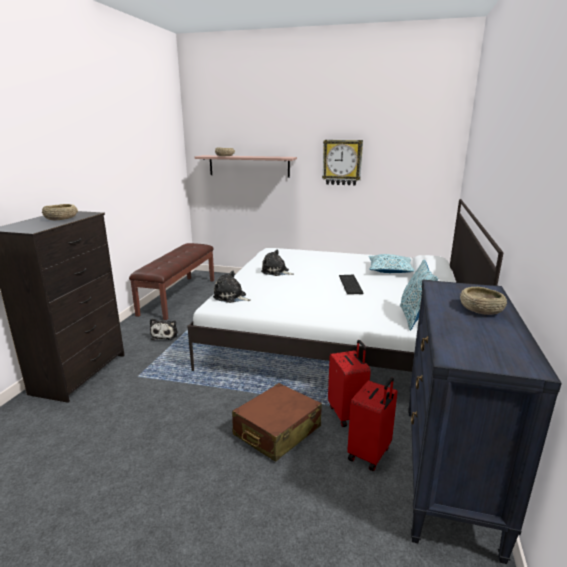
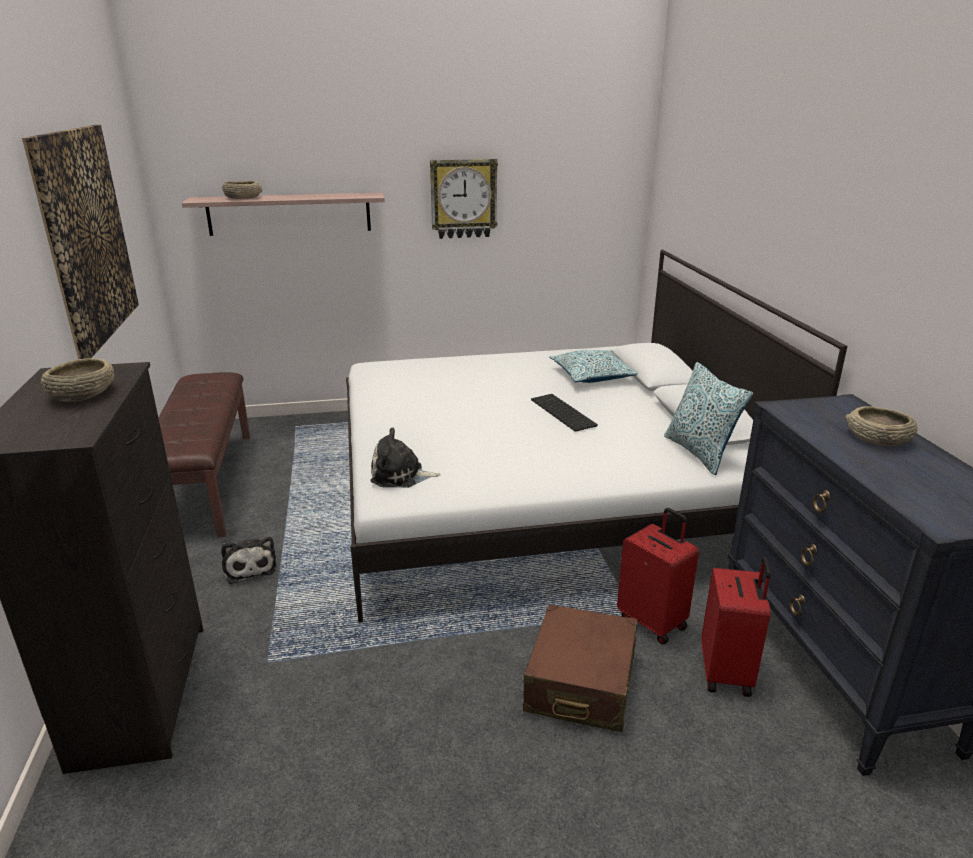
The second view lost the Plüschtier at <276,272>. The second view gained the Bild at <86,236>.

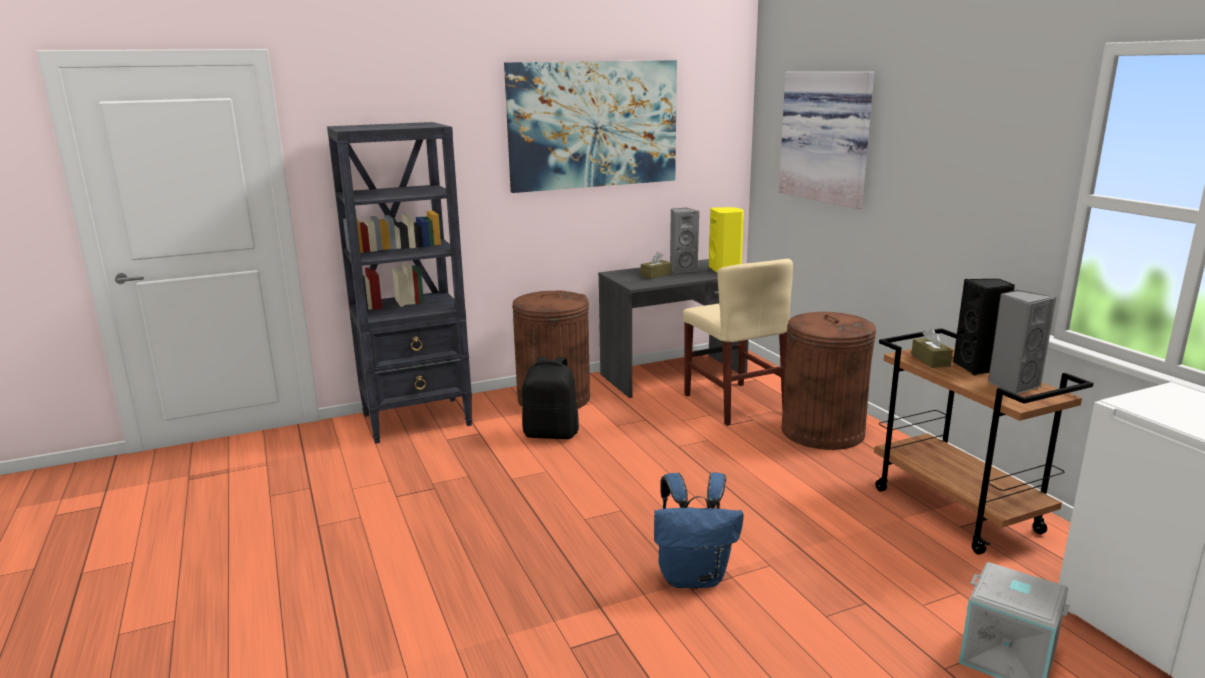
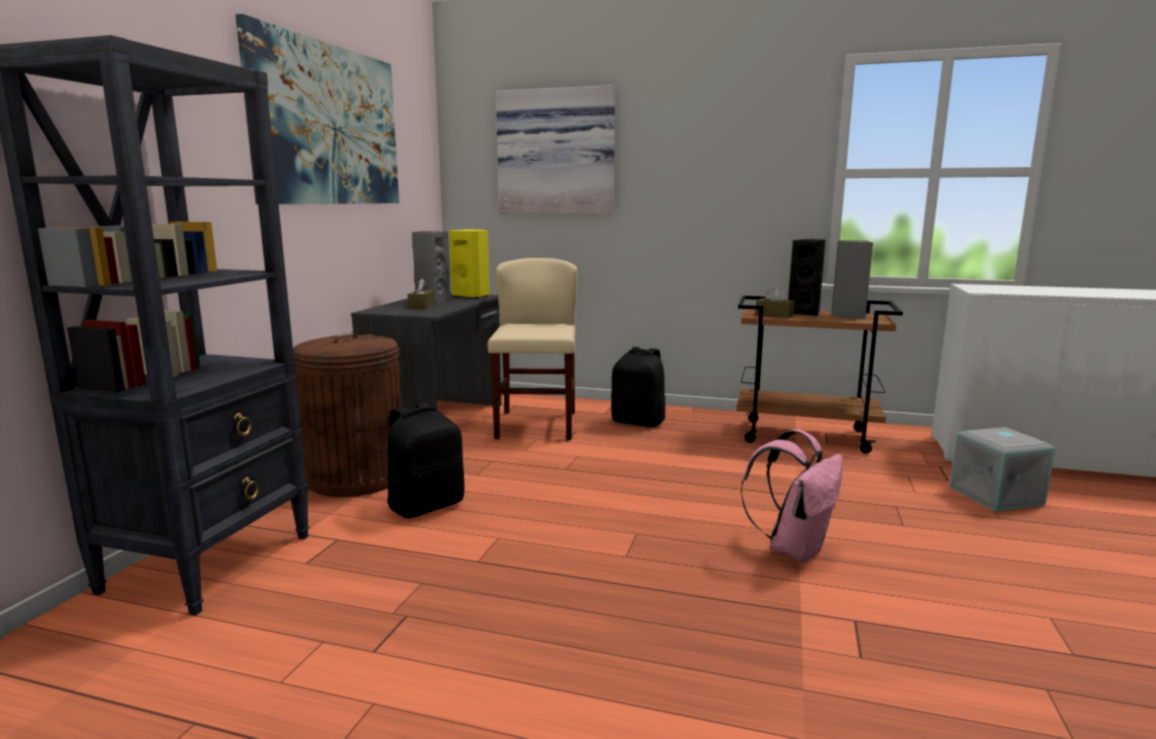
Where the Mülleimer (braun) stood at <823,432>, the Rucksack (schwarz) came to stand at <638,422>. What was the Rucksack (blau) at <694,577> turned into the Rucksack (rosa) at <794,548>. The Stuhl (beige) at <734,403> ended up facing another way, 105 degrees counterclockwise from before.

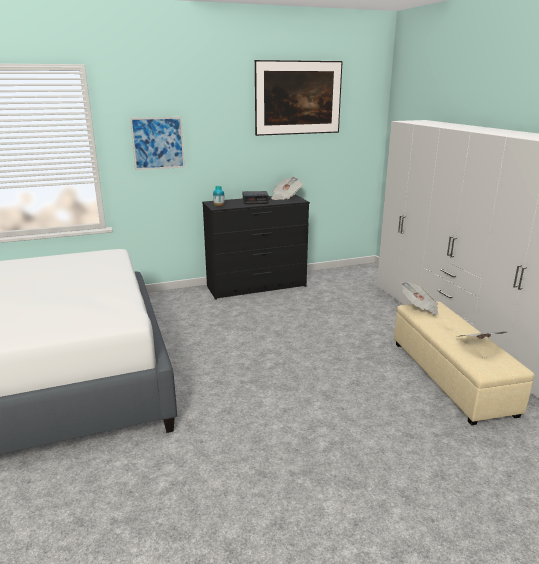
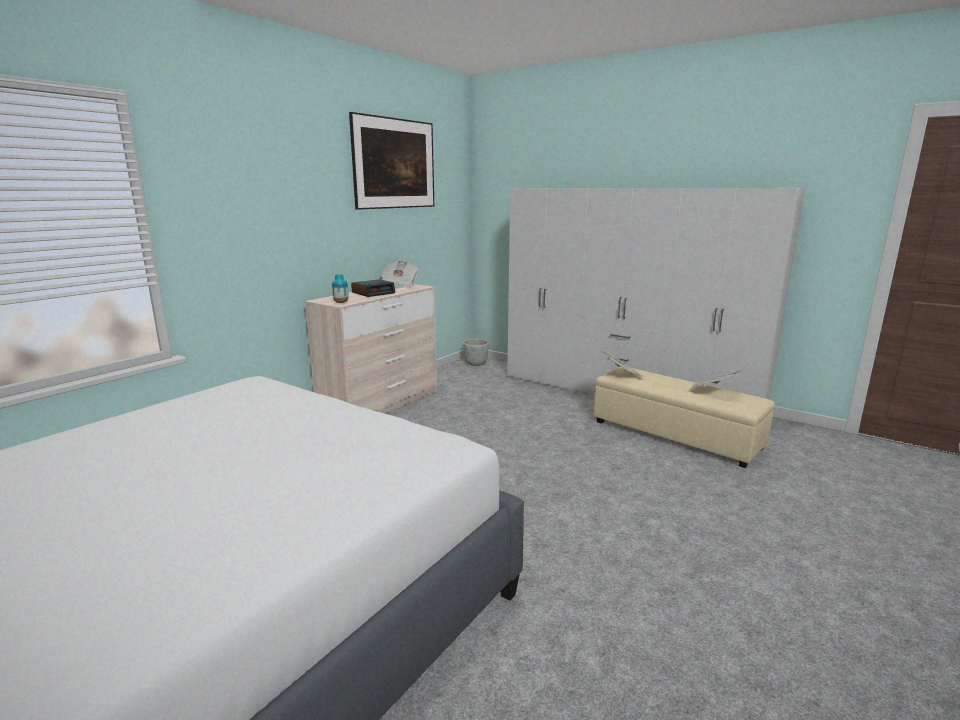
The second view lost the Bild at <158,143>. The second view gained the Pflanzkübel (grau) at <476,363>. What was the Kommode (schwarz) at <256,287> turned into the Kommode (beige) at <381,405>.

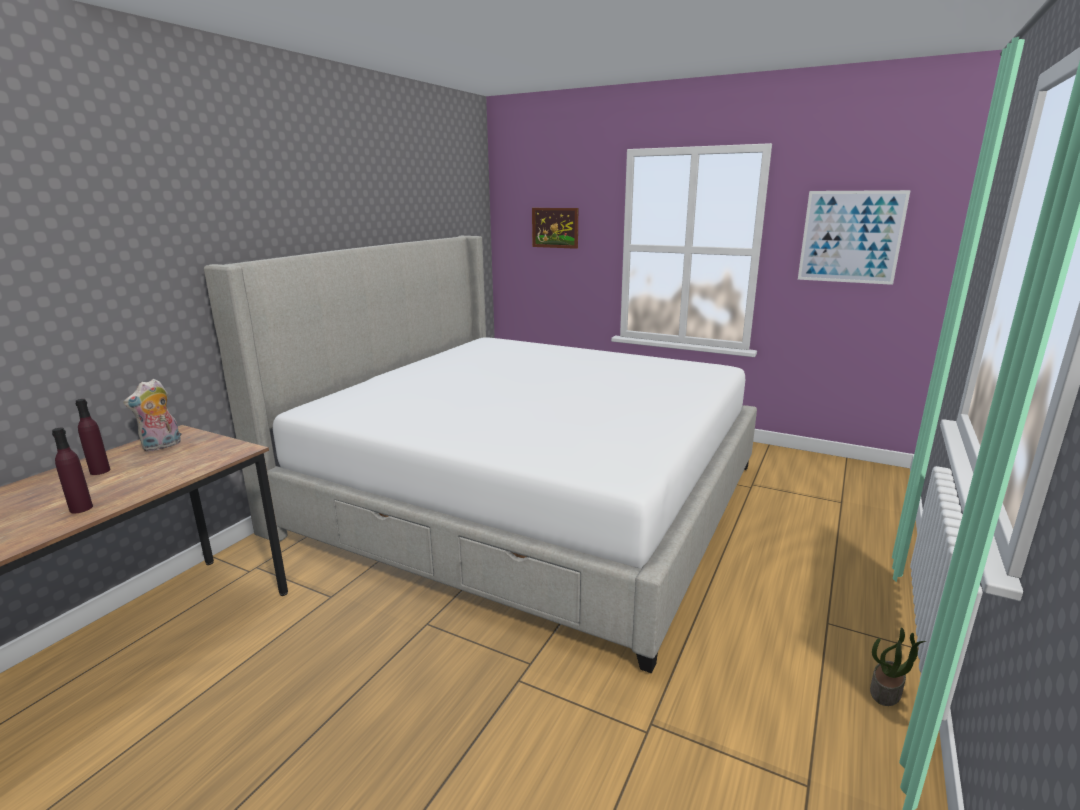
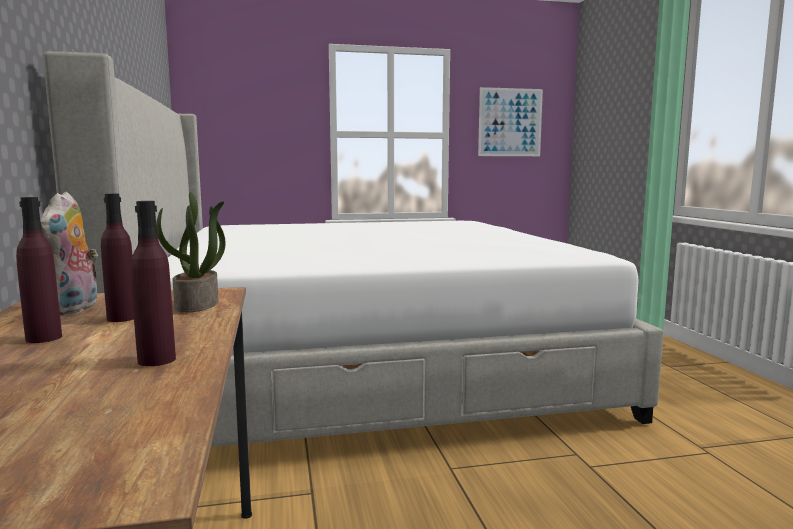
The second view lost the Bild at <555,227>. The second view gained the Flasche (lila) at <122,318>. The Topfpflanze ended up elsewhere, having gone from <886,692> to <197,305>.

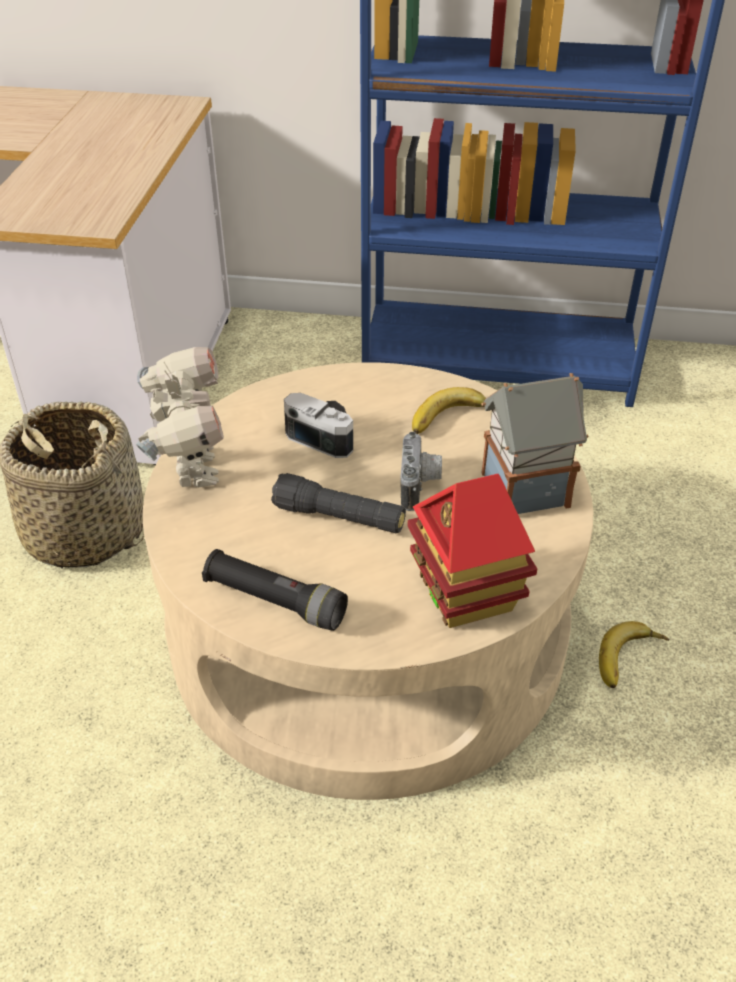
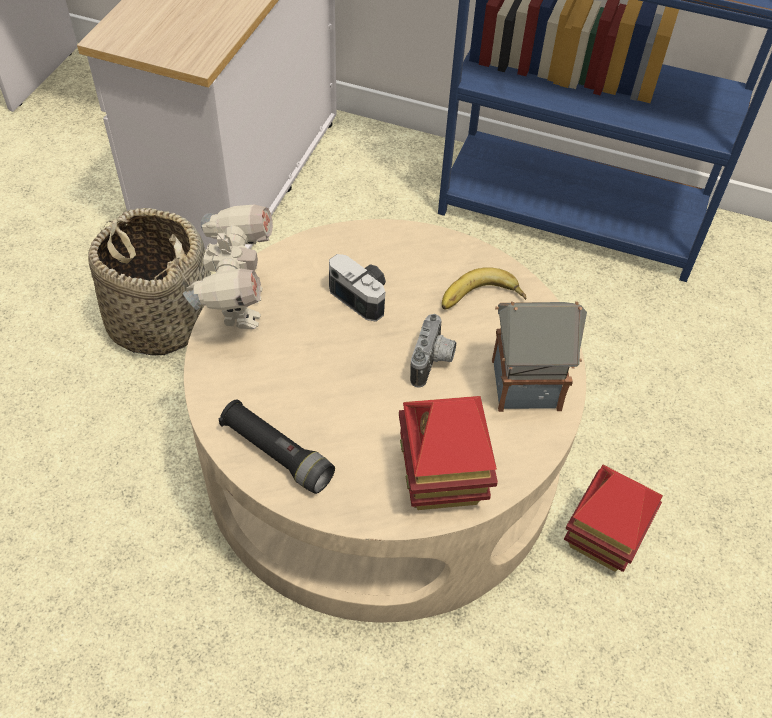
The second view lost the Taschenlampe (schwarz) at <339,517>. Where the Banane stood at <630,661>, the Spielzeughaus came to stand at <603,538>.

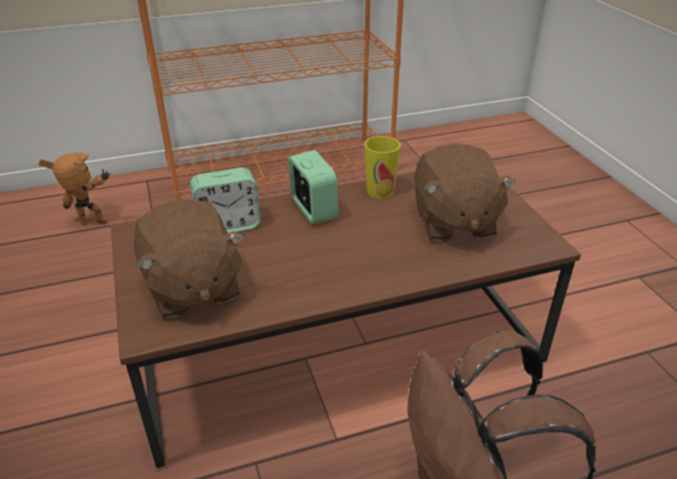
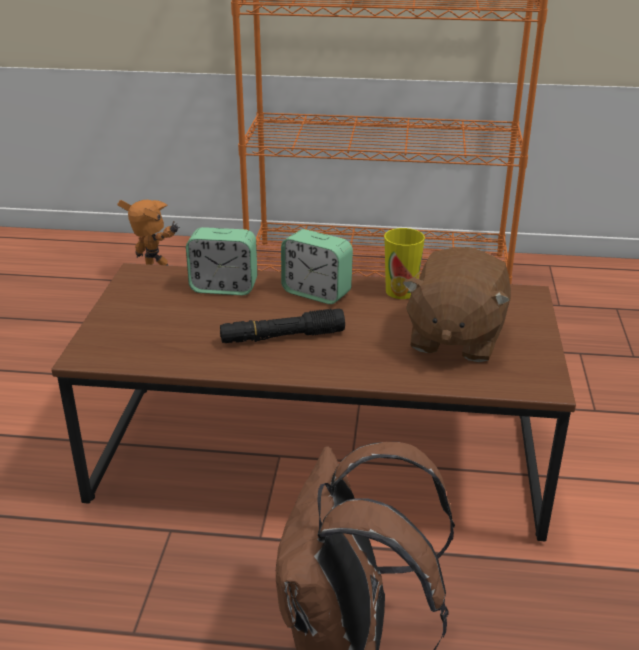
The second view lost the Plüschtier (braun) at <191,288>. The second view gained the Taschenlampe (schwarz) at <282,337>. The Wecker at <313,210> ended up facing another way, 120 degrees clockwise from before.

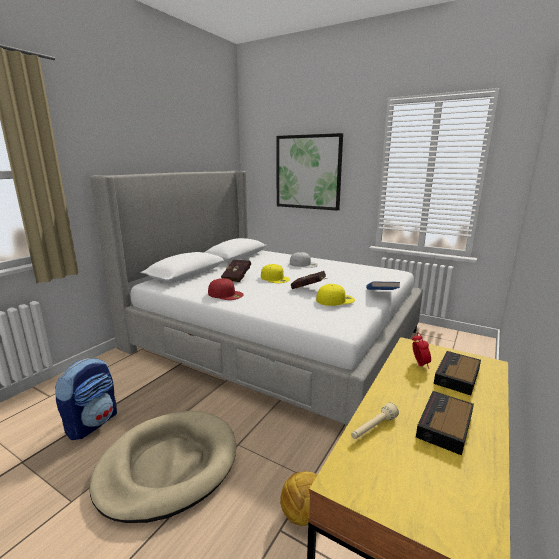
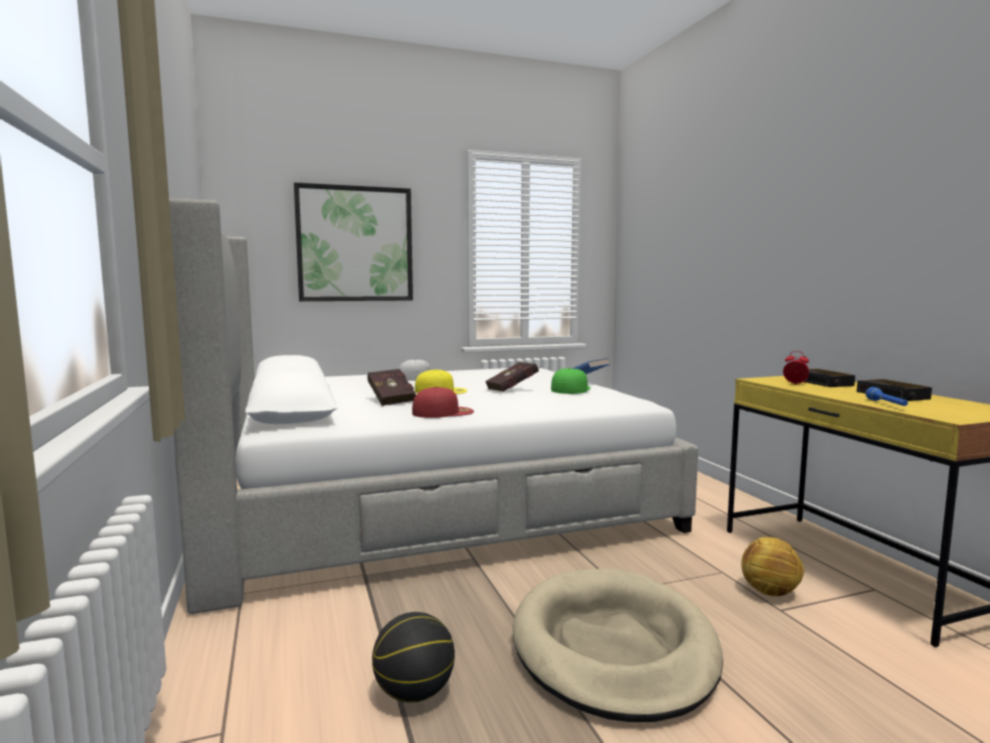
Where the Rucksack stood at <93,423>, the Basketball came to stand at <414,692>. What was the Kappe (gelb) at <335,299> turned into the Kappe (grün) at <570,389>. What was the Taschenlampe (beige) at <373,428> turned into the Taschenlampe (blau) at <887,404>.

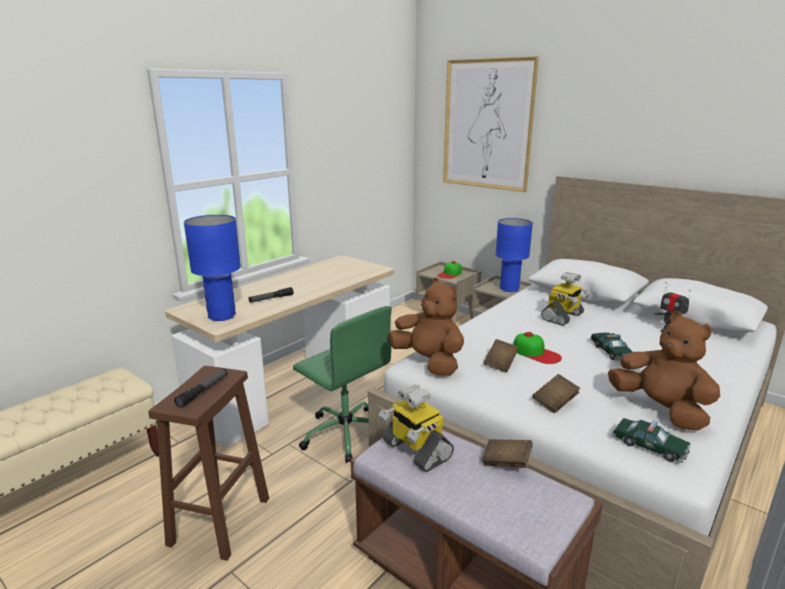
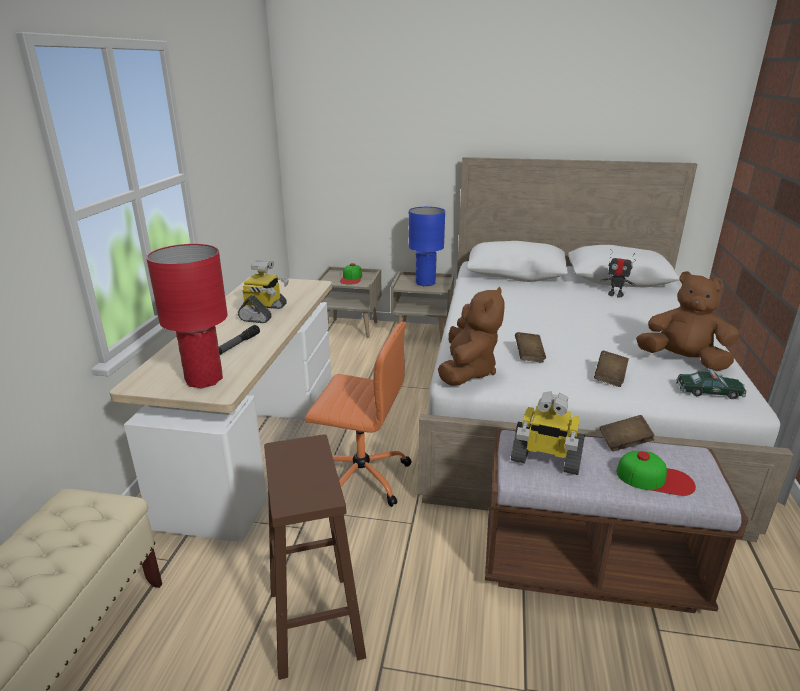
The second view lost the Taschenlampe at <203,391>. The second view lost the Bild at <487,125>. The second view lost the Spielzeugauto at <611,351>. The Kappe ended up elsewhere, having gone from <536,353> to <655,478>. The Spielzeugroboter ended up elsewhere, having gone from <563,317> to <264,313>. What was the Tischlampe (blau) at <222,316> turned into the Tischlampe (rot) at <204,379>. What was the Bürostuhl (grün) at <345,433> turned into the Bürostuhl (orange) at <360,477>. The Plüschtier (braun) at <428,362> ended up facing another way, 90 degrees clockwise from before.

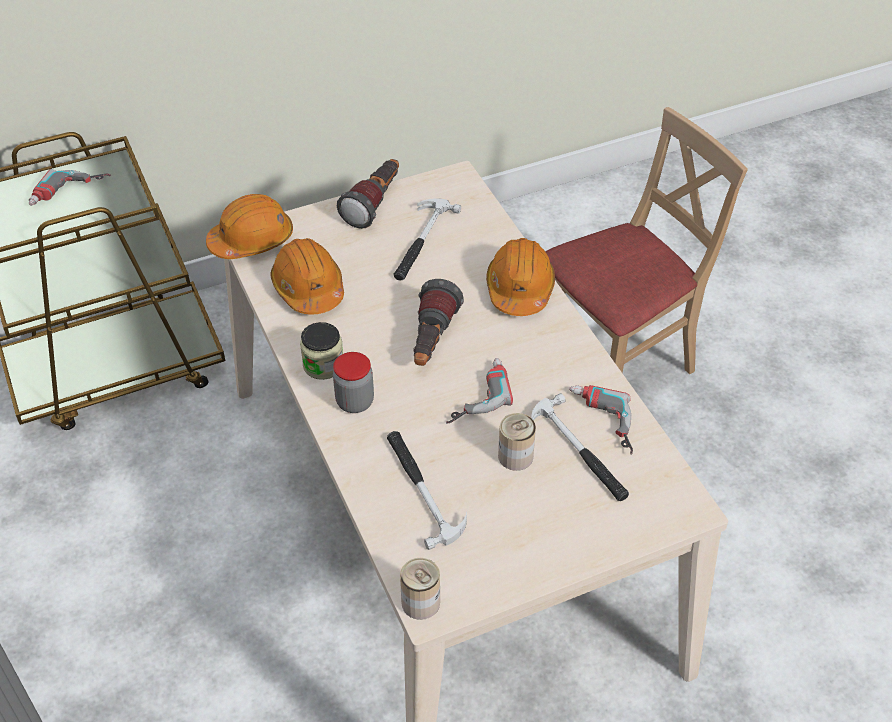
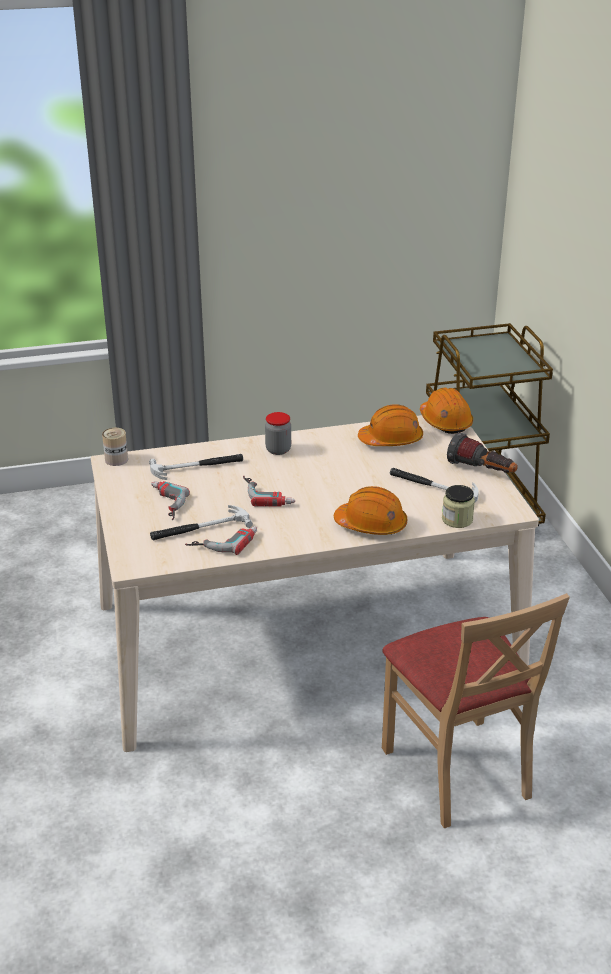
The second view lost the Taschenlampe at <431,342>. The second view lost the Dose at <515,456>. The Bohrmaschine ended up elsewhere, having gone from <70,194> to <163,504>. The Vorratsglas ended up elsewhere, having gone from <323,365> to <457,519>.

